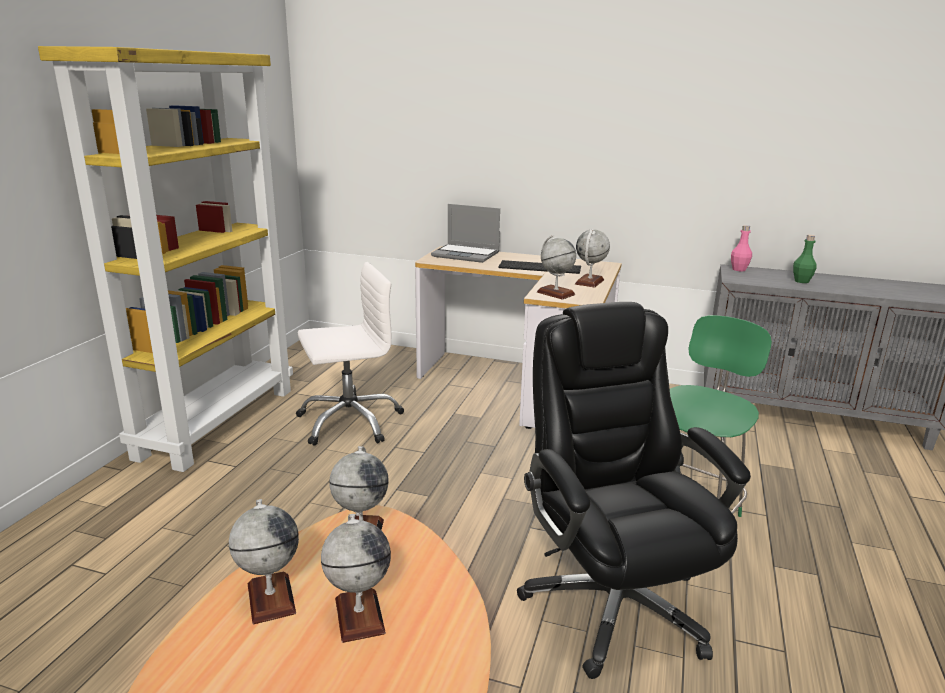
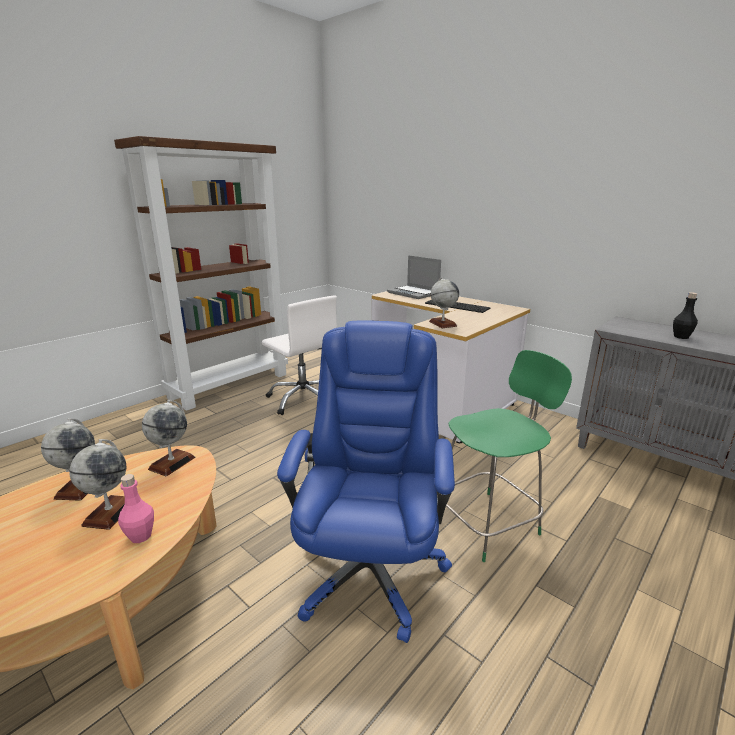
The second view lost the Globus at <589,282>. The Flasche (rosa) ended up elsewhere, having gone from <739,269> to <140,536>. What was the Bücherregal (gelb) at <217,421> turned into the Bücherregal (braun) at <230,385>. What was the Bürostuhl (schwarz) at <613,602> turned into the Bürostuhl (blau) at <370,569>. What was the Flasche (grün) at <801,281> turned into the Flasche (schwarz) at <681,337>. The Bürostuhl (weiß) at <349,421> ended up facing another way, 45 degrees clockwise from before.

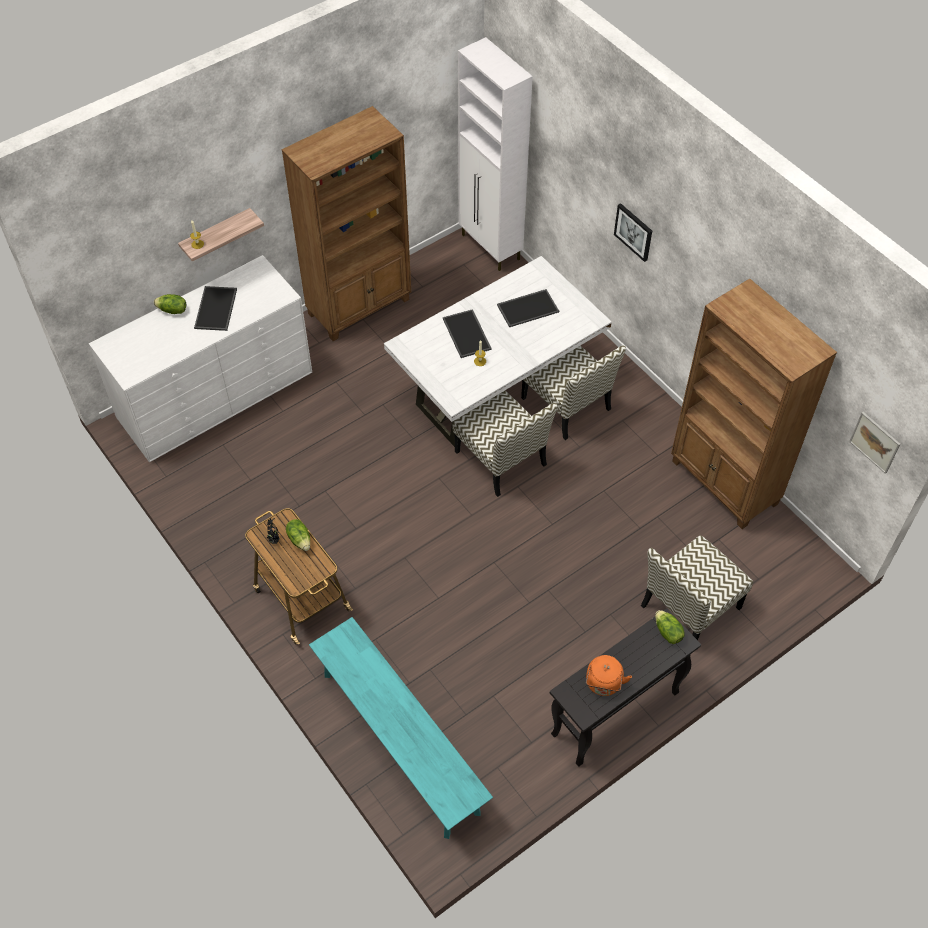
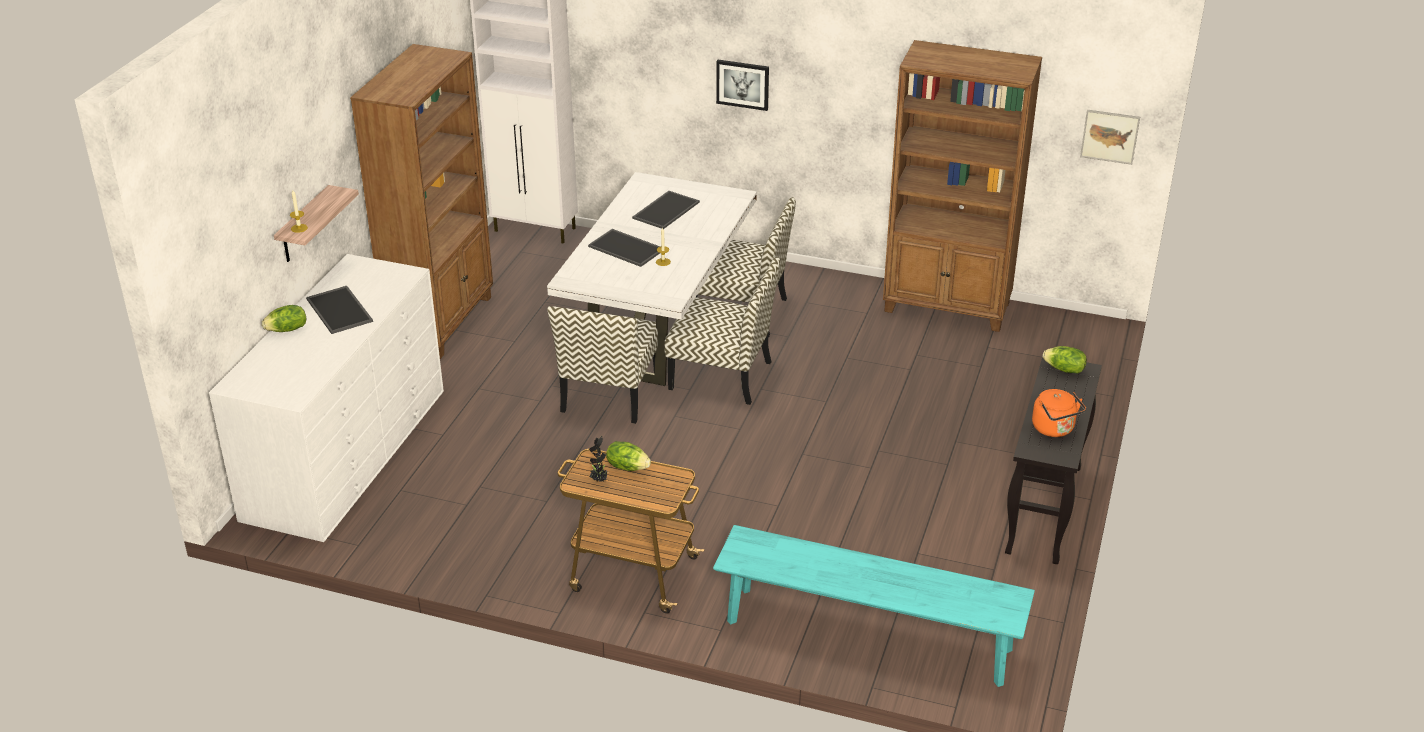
The Stuhl ended up elsewhere, having gone from <689,608> to <610,394>.

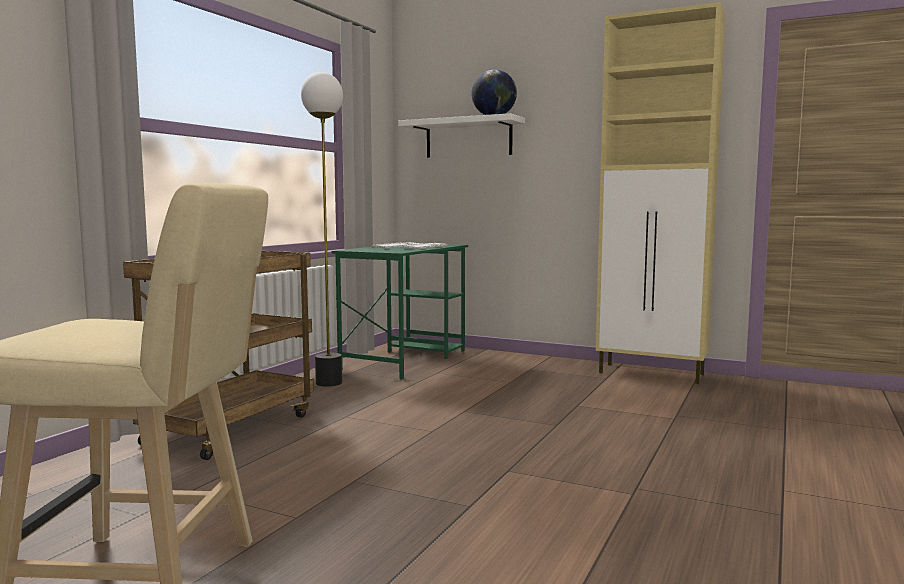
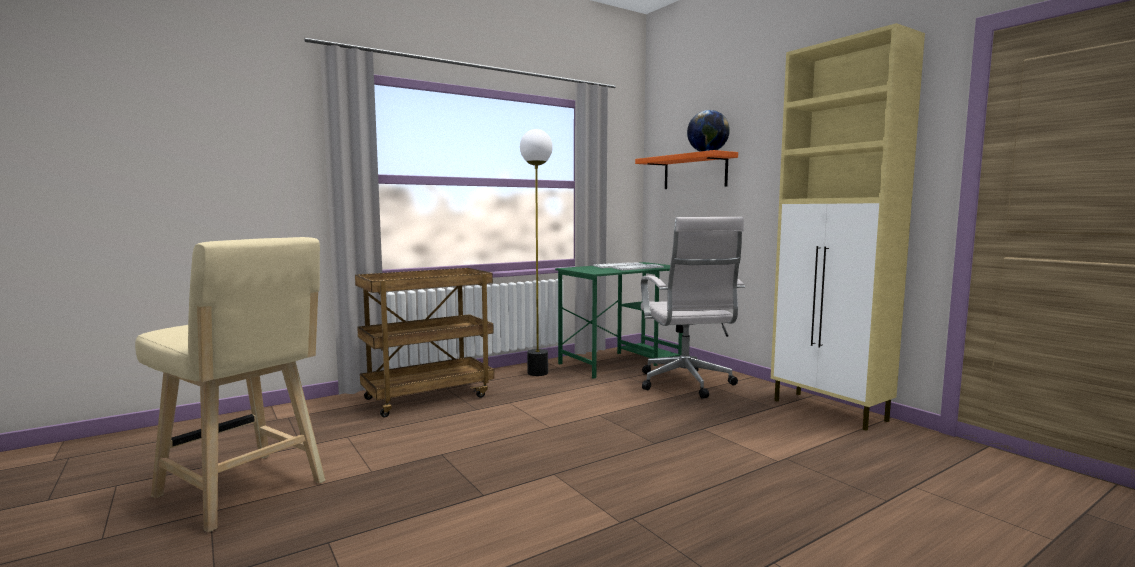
The second view gained the Bürostuhl (weiß) at <686,384>. What was the Wandregal (weiß) at <468,138> turned into the Wandregal (orange) at <694,172>.

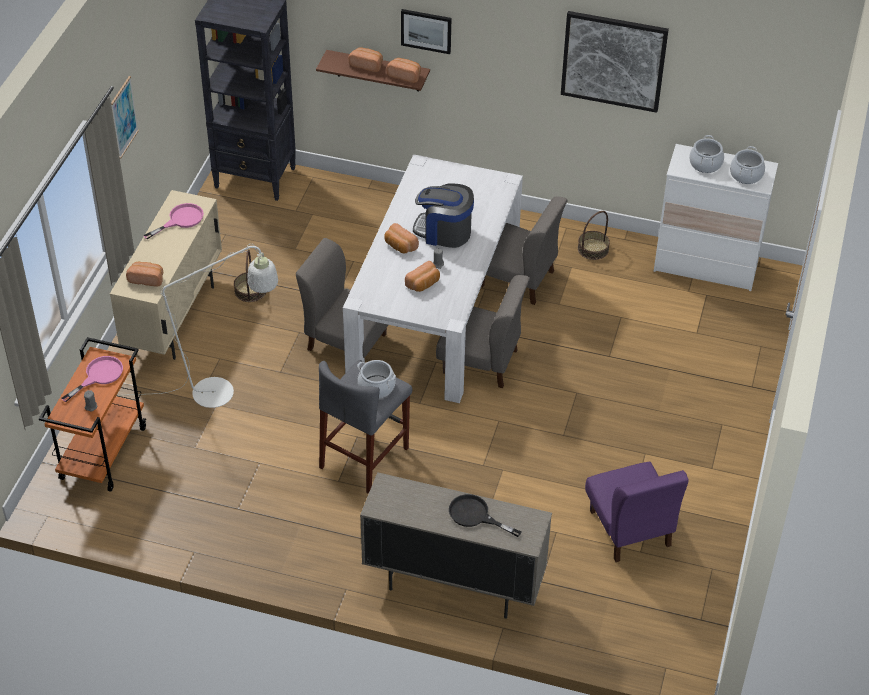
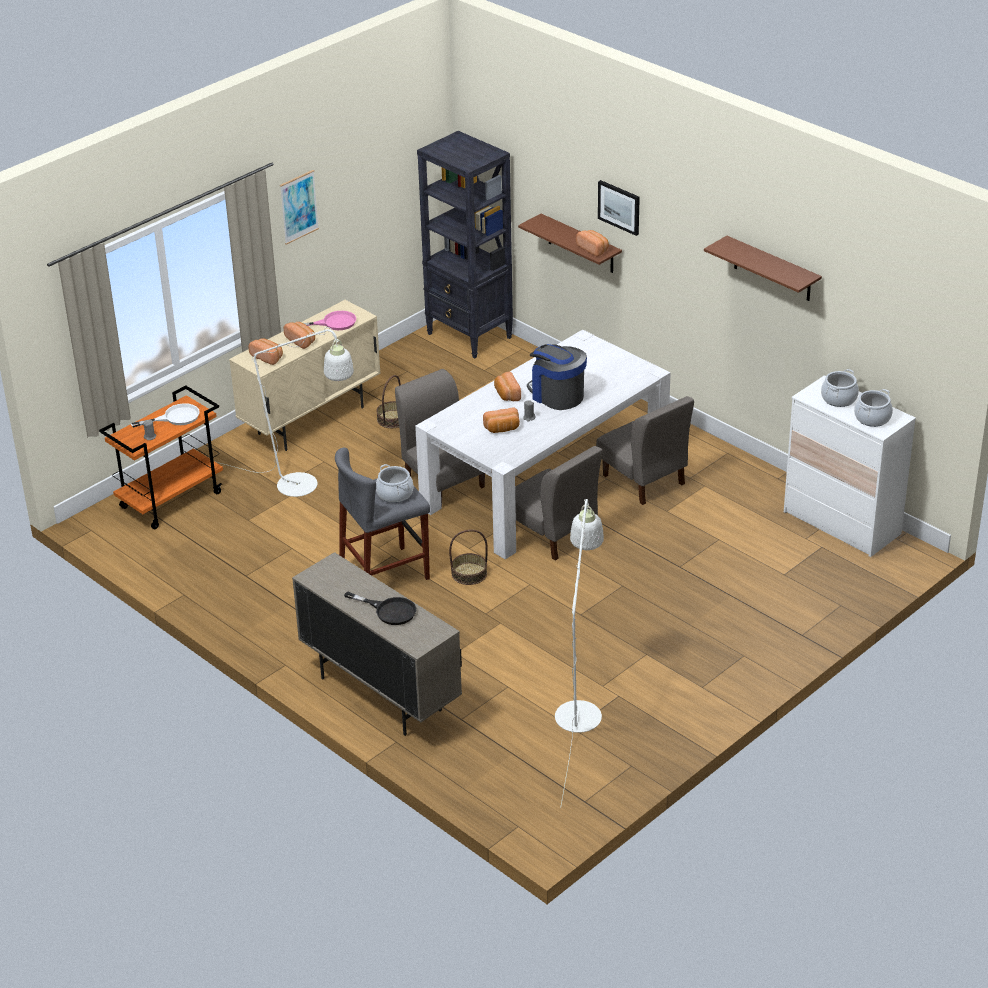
The Brot ended up elsewhere, having gone from <367,65> to <301,341>. The Korb ended up elsewhere, having gone from <593,249> to <469,573>. Where the Bild hung at <613,61>, the Wandregal (braun) came to hang at <772,269>. Where the Stuhl (lila) stood at <629,529>, the Stehlampe (weiß) came to stand at <579,707>. What was the Pfanne (rosa) at <99,376> turned into the Pfanne (weiß) at <175,417>. The Pfanne (schwarz) at <475,516> ended up facing another way, 150 degrees clockwise from before.

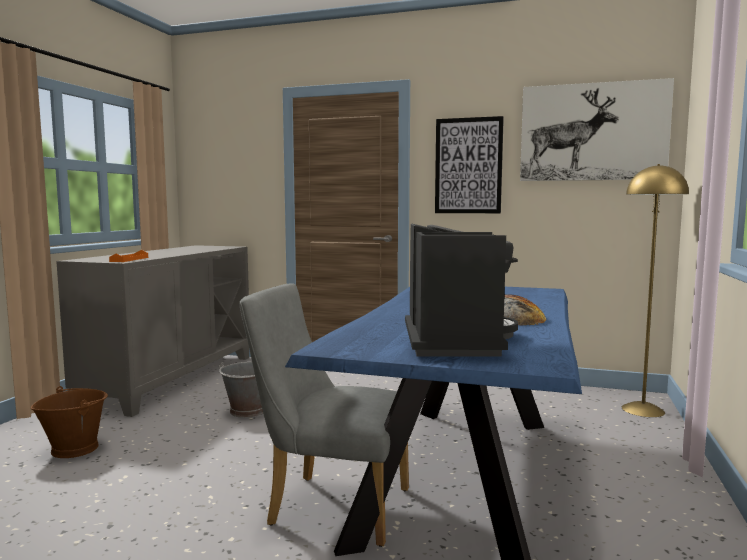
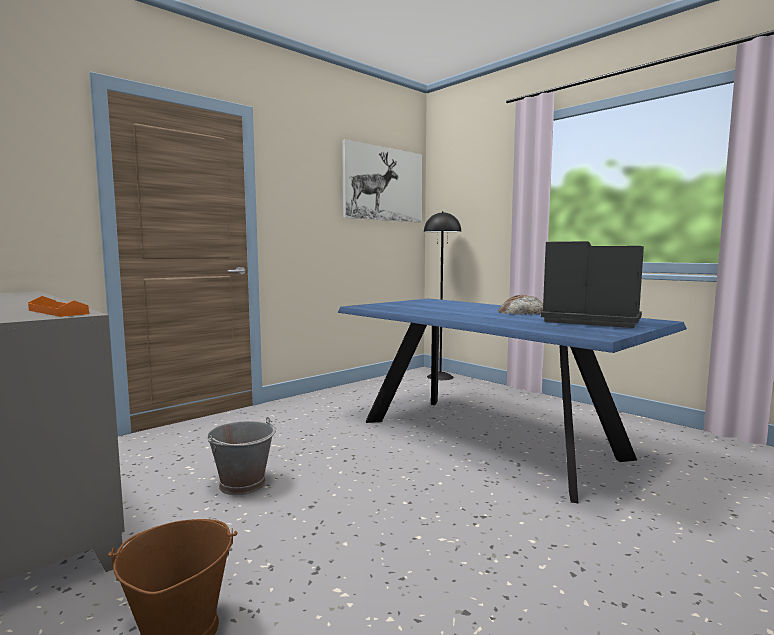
The second view lost the Stuhl (grau) at <329,506>. The second view lost the Bild at <468,166>. What was the Stehlampe (gelb) at <643,410> turned into the Stehlampe (schwarz) at <440,376>.

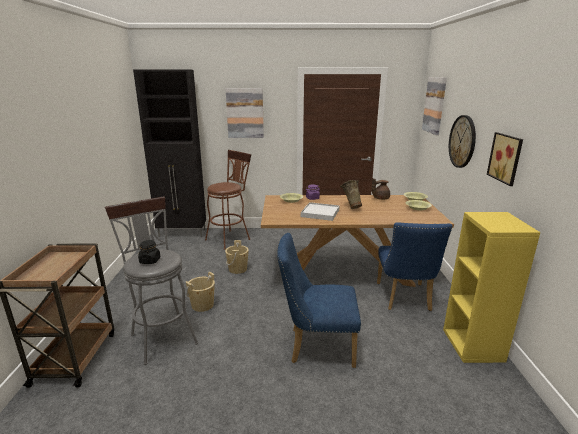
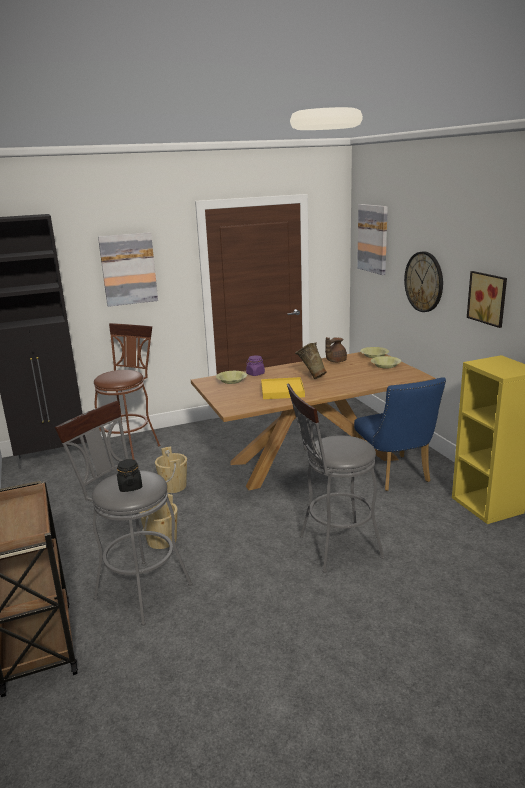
Where the Stuhl (blau) stood at <316,346>, the Hocker (grau) came to stand at <333,548>. What was the Tablett (weiß) at <320,213> turned into the Tablett (gelb) at <282,390>.

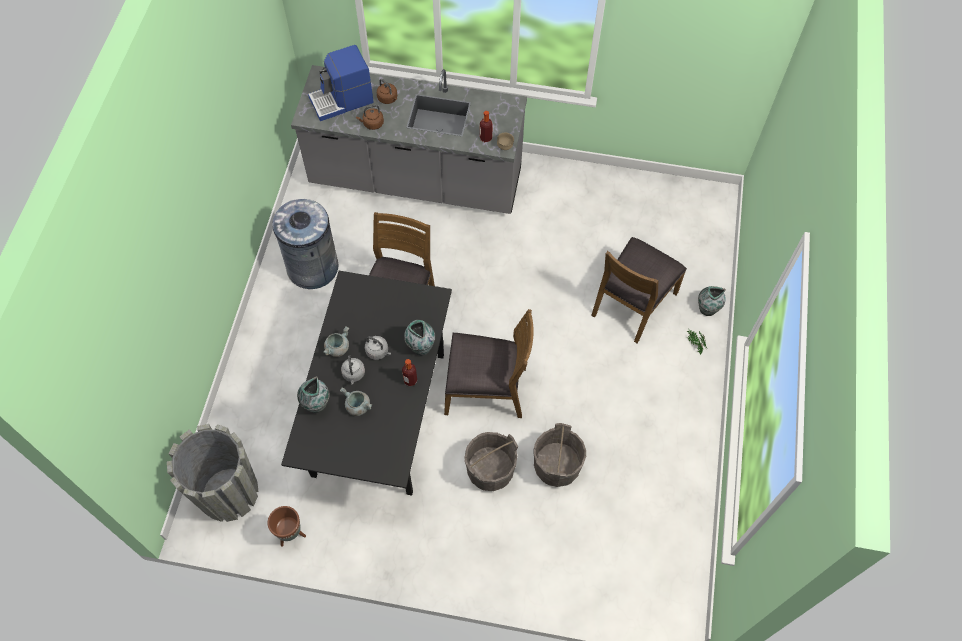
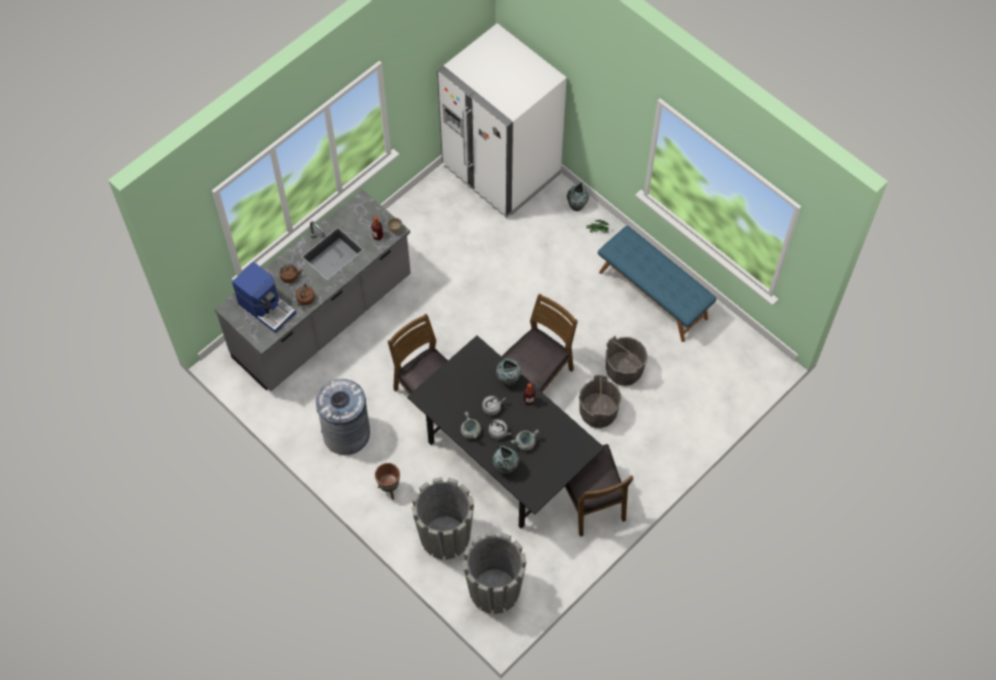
The second view gained the Pflanzkübel (grau) at <445,536>. The second view gained the Kühlschrank (weiß) at <501,170>. The second view gained the Bank (blau) at <653,294>. The Pflanzkübel (braun) ended up elsewhere, having gone from <290,534> to <389,489>. The Stuhl (braun) ended up elsewhere, having gone from <632,303> to <590,499>. The Kaffeemaschine at <342,100> ended up facing another way, 60 degrees counterclockwise from before.

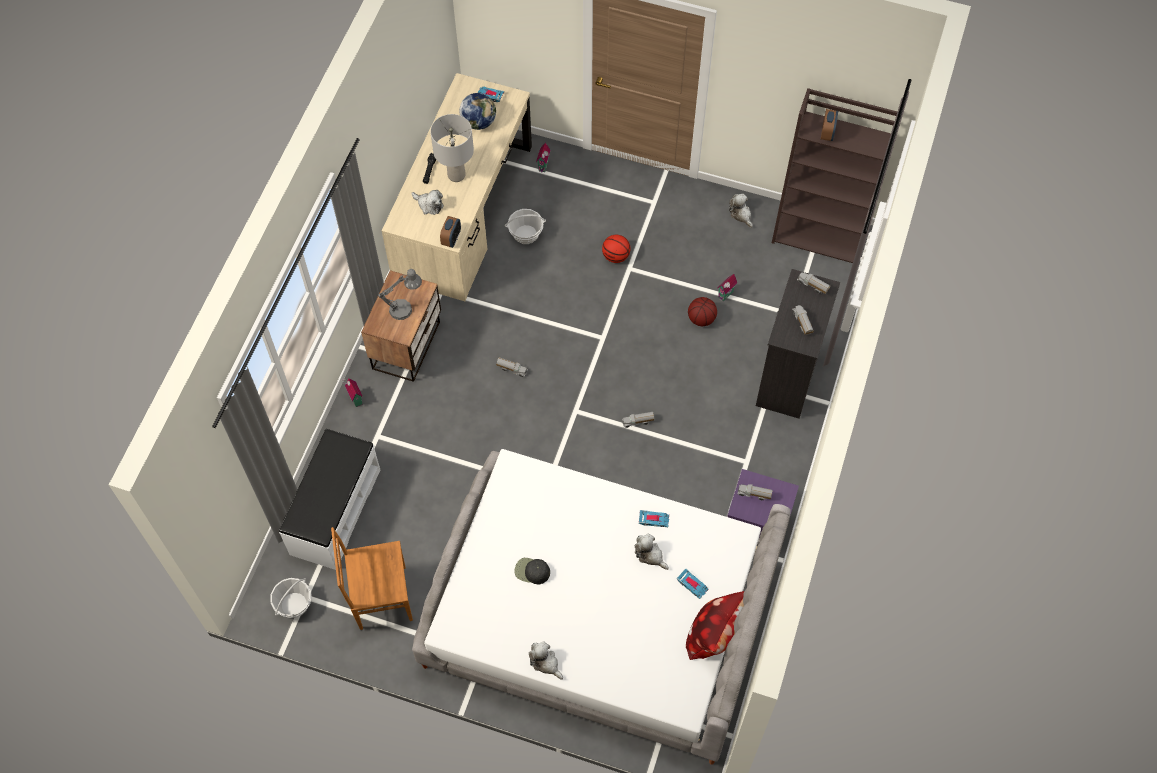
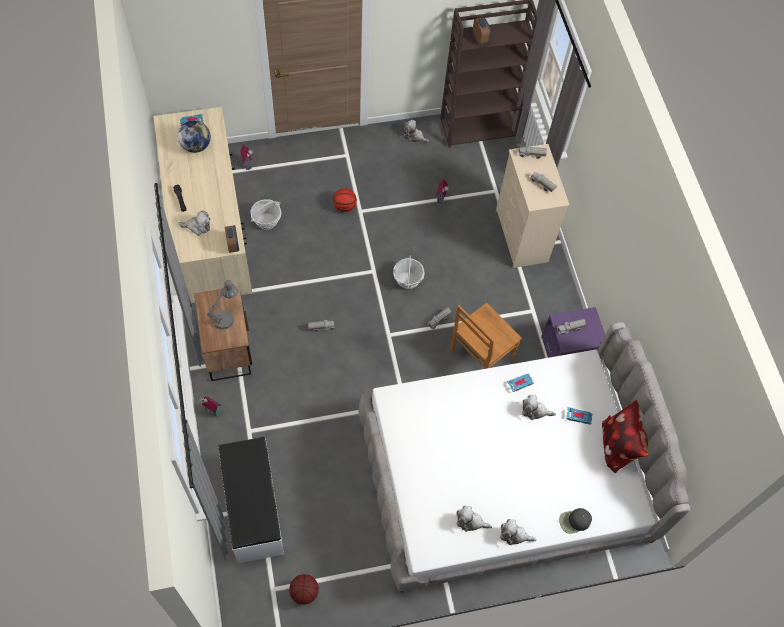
The second view lost the Tischlampe (grau) at <456,175>. The second view gained the Plüschtier at <470,521>. The Korb ended up elsewhere, having gone from <294,604> to <407,280>. The Stuhl (braun) ended up elsewhere, having gone from <380,597> to <479,356>. The Kappe (schwarz) ended up elsewhere, having gone from <532,571> to <574,521>. The Basketball ended up elsewhere, having gone from <701,319> to <304,592>. What was the Kommode (schwarz) at <787,377> turned into the Kommode (beige) at <521,236>.

